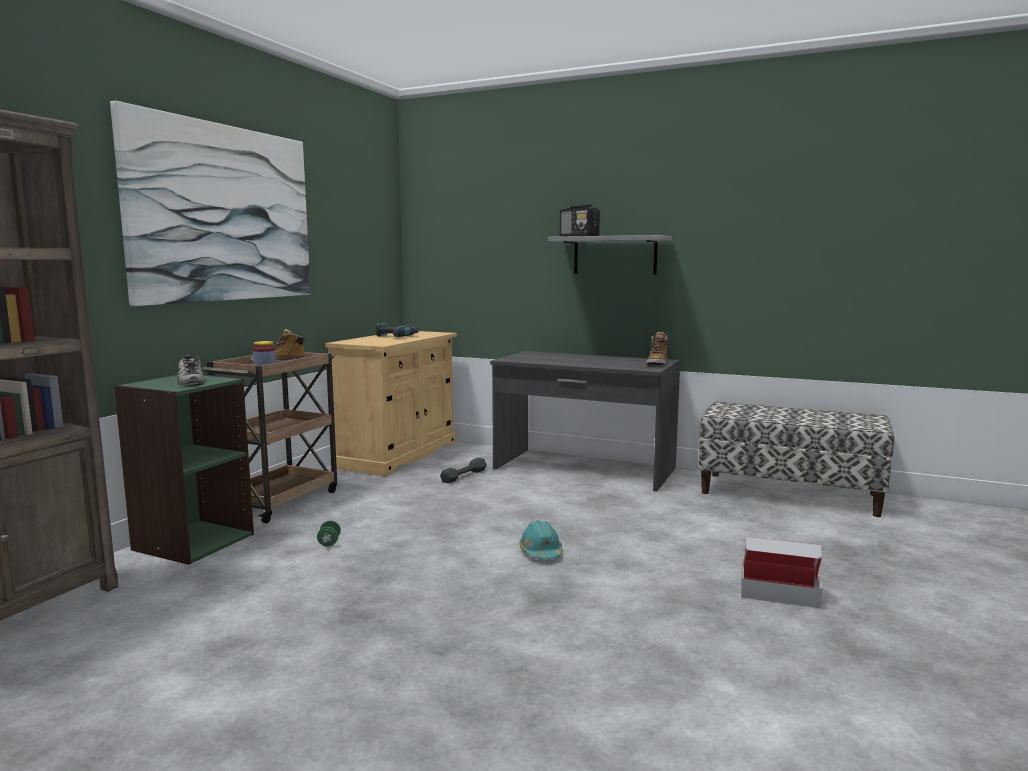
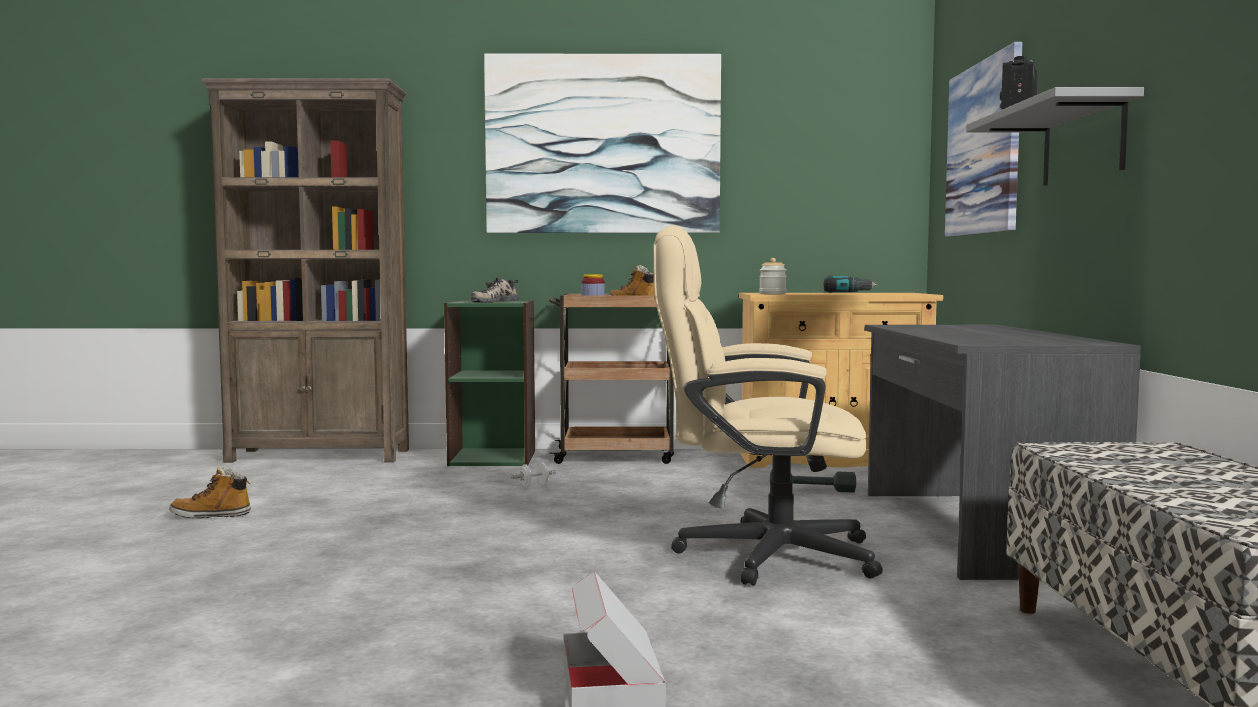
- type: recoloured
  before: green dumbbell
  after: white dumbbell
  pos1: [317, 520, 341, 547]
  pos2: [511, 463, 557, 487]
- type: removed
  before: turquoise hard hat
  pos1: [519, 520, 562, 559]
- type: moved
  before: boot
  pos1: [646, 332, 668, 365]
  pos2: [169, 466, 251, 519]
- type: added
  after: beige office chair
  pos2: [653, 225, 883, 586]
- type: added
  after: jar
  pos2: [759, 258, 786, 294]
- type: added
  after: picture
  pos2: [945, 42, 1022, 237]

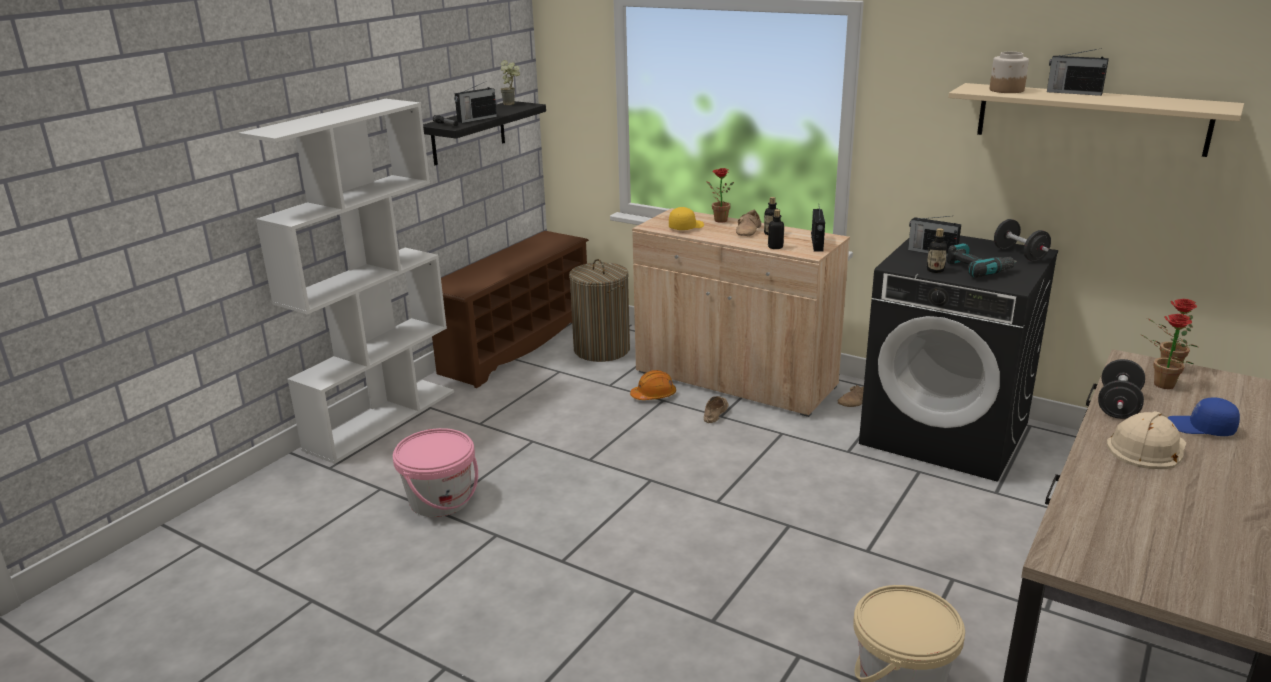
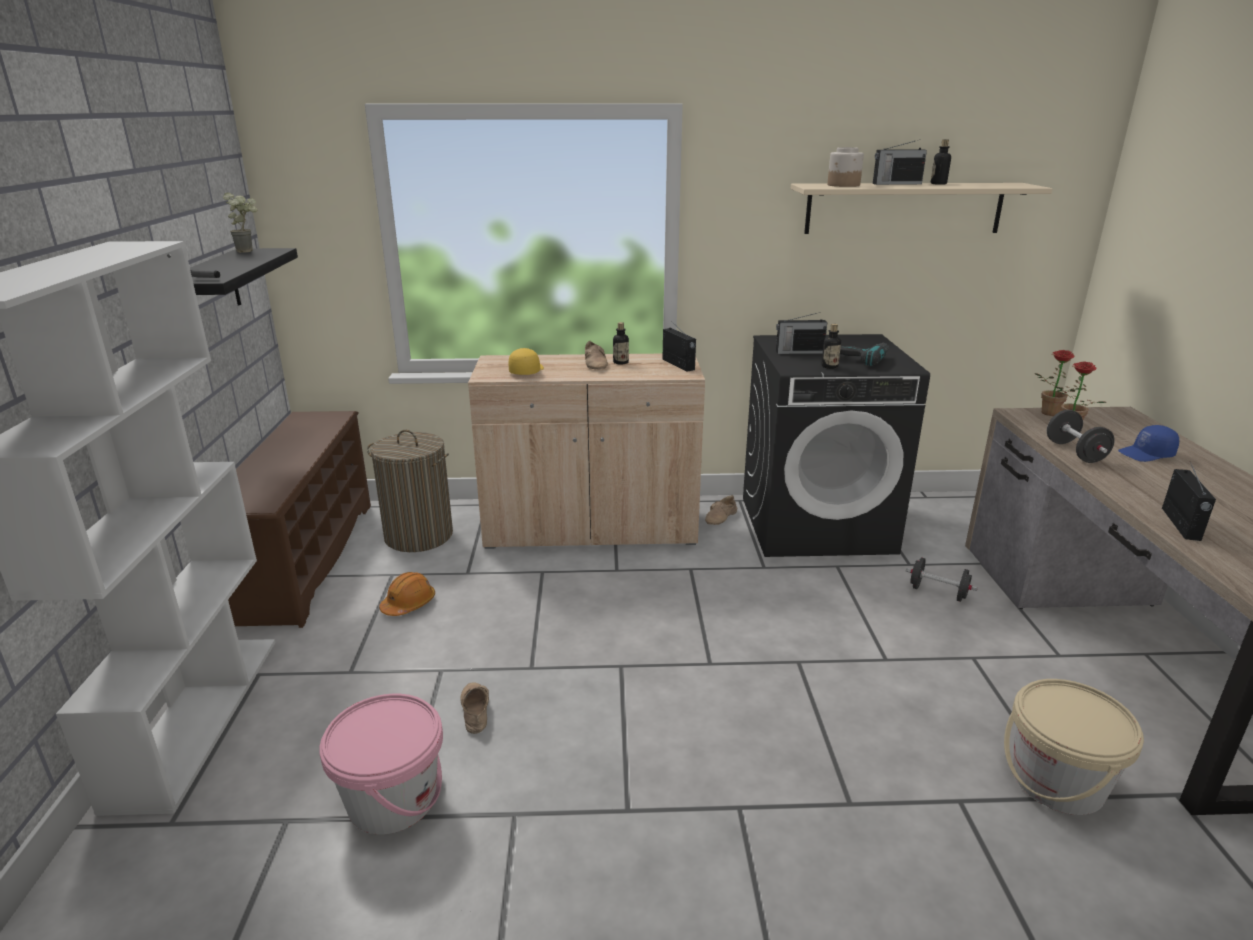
- type: moved
  before: radio
  pos1: [454, 81, 497, 123]
  pos2: [1162, 462, 1216, 541]
- type: moved
  before: orange hard hat
  pos1: [630, 370, 676, 400]
  pos2: [379, 572, 435, 616]
- type: moved
  before: beige shoe
  pos1: [704, 396, 728, 423]
  pos2: [460, 682, 489, 734]
- type: removed
  before: potted plant
  pos1: [707, 168, 734, 223]
- type: moved
  before: bottle
  pos1: [768, 209, 784, 249]
  pos2: [931, 139, 951, 185]
- type: moved
  before: black dumbbell
  pos1: [994, 219, 1051, 262]
  pos2: [906, 557, 978, 602]
- type: removed
  before: beige hard hat
  pos1: [1107, 411, 1186, 469]

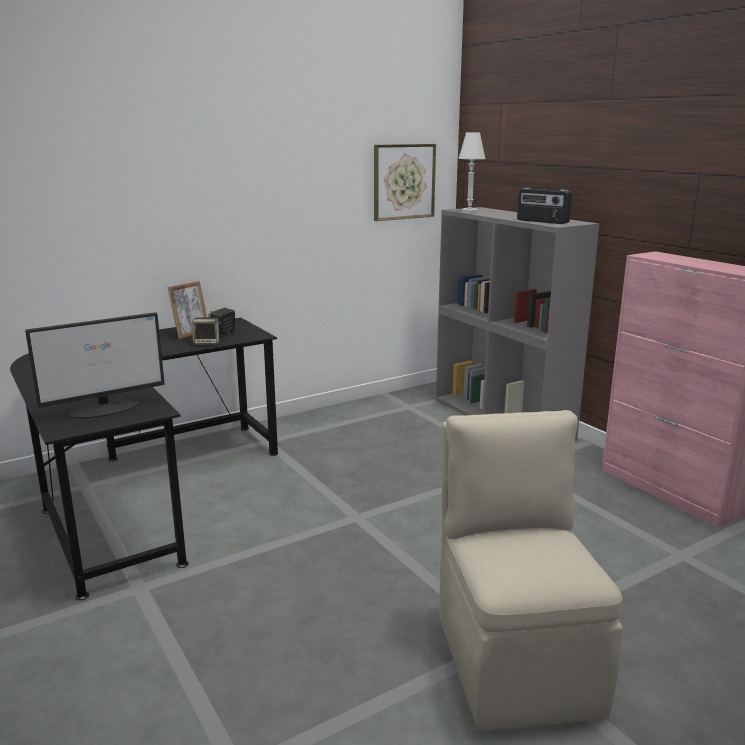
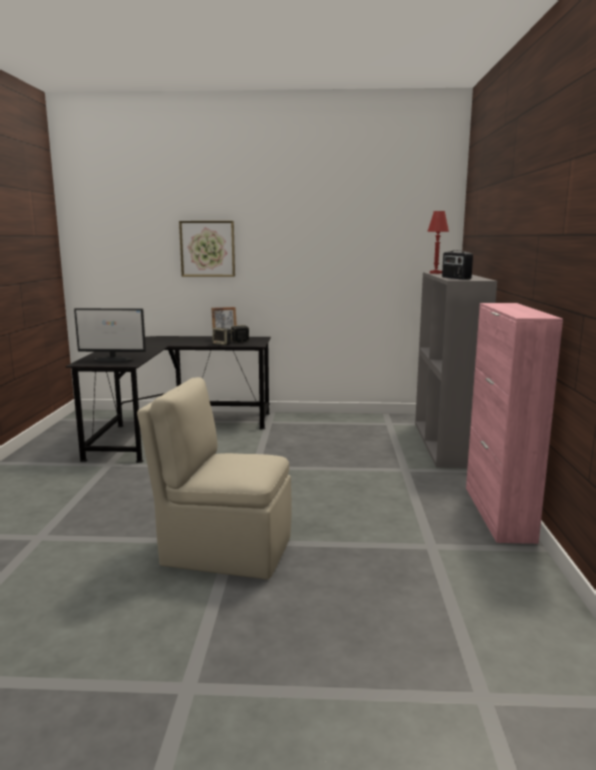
- type: moved
  before: picture
  pos1: [374, 144, 436, 221]
  pos2: [179, 221, 235, 277]
- type: turned
  before: beige chair
  pos1: [440, 410, 623, 731]
  pos2: [137, 377, 291, 580]
  turn: -105
- type: recoloured
  before: white table lamp
  after: red table lamp
  pos1: [458, 132, 485, 213]
  pos2: [427, 211, 449, 274]

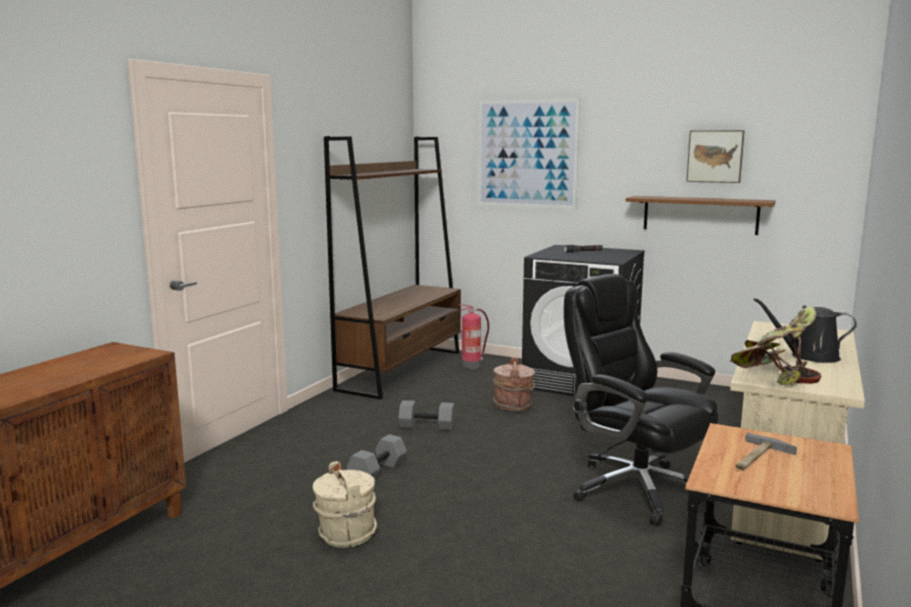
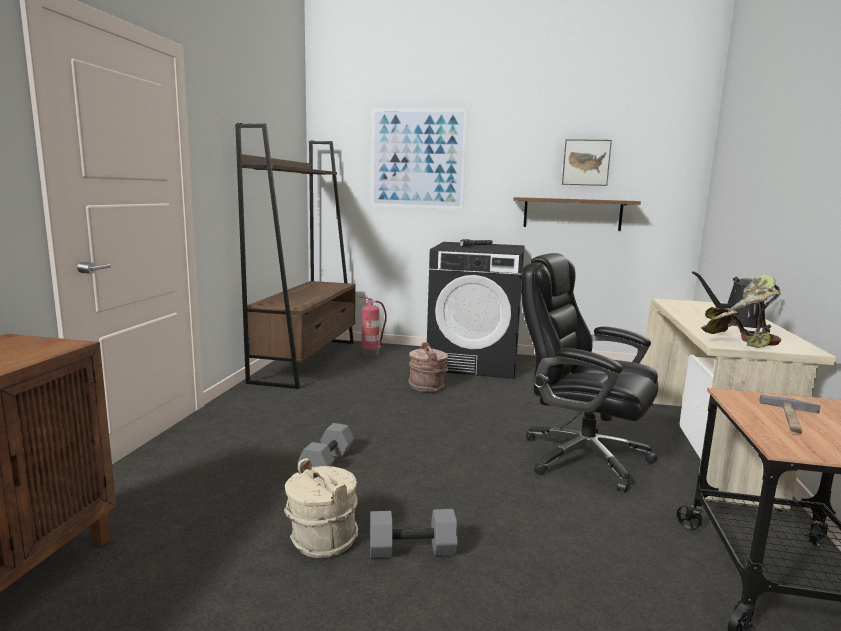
- type: moved
  before: grey dumbbell
  pos1: [399, 400, 455, 430]
  pos2: [370, 509, 458, 558]

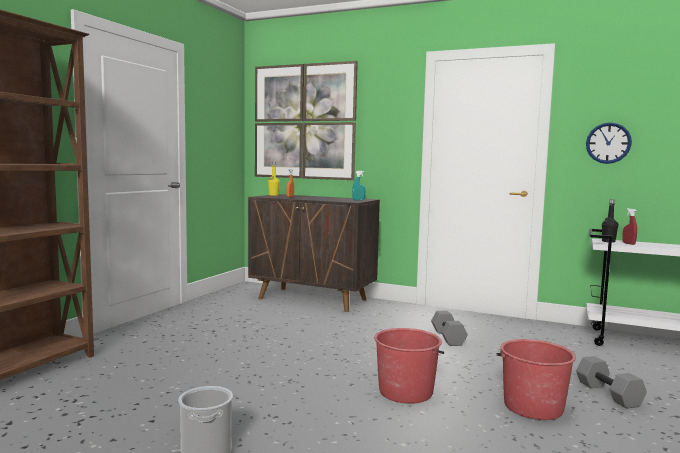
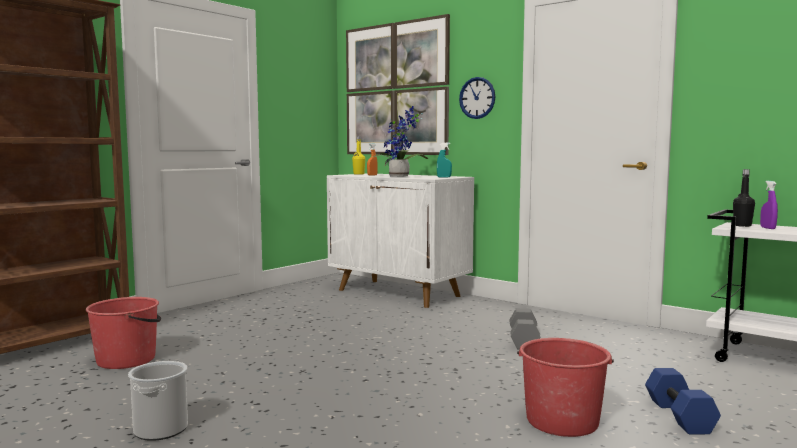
- type: recoloured
  before: brown cabinet
  after: white cabinet
  pos1: [248, 194, 380, 312]
  pos2: [327, 174, 474, 308]
- type: moved
  before: red bucket
  pos1: [374, 328, 444, 404]
  pos2: [86, 297, 161, 369]
- type: recoloured
  before: grey dumbbell
  after: blue dumbbell
  pos1: [576, 356, 647, 408]
  pos2: [645, 368, 721, 435]
- type: moved
  before: wall clock
  pos1: [586, 122, 632, 164]
  pos2: [459, 77, 495, 119]
- type: recoloured
  before: red spray bottle
  after: purple spray bottle
  pos1: [622, 208, 637, 245]
  pos2: [760, 181, 778, 229]
- type: added
  after: potted plant
  pos2: [371, 106, 428, 177]

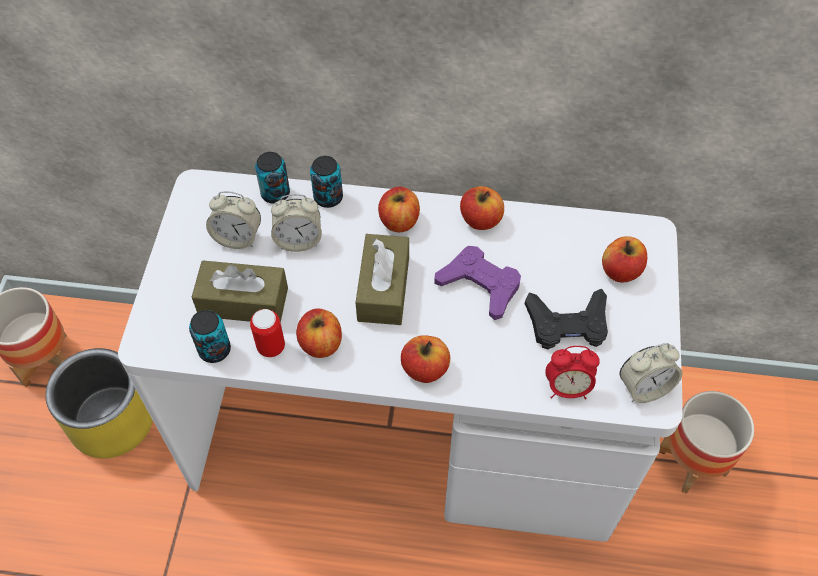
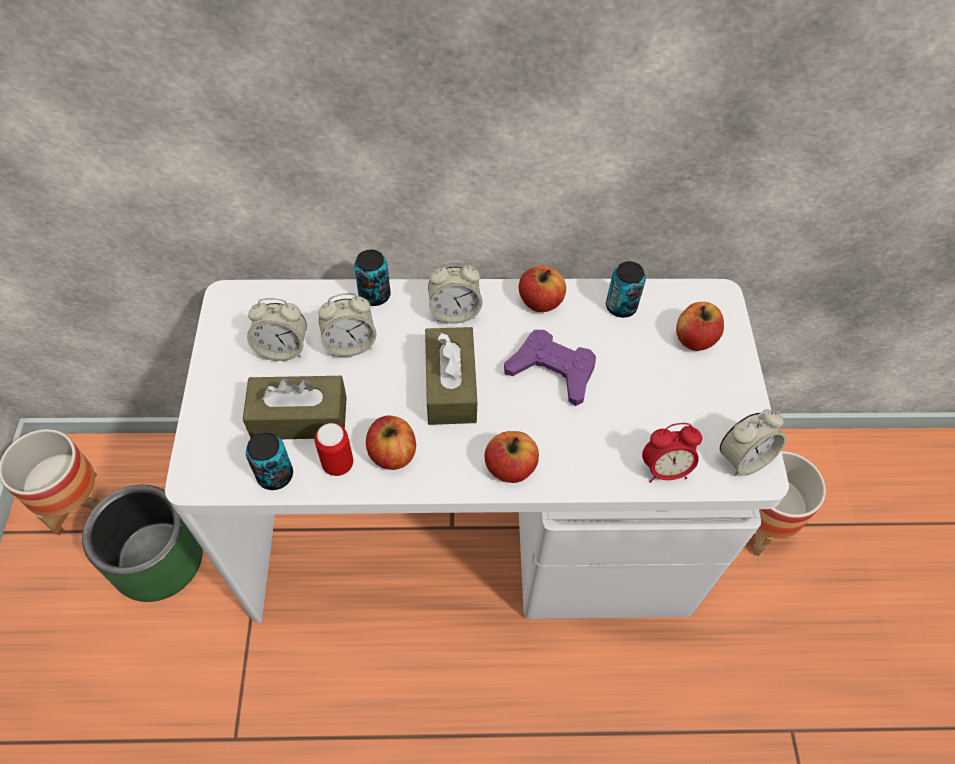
- type: recoloured
  before: yellow planter
  after: green planter
  pos1: [45, 348, 153, 458]
  pos2: [82, 485, 203, 602]
- type: moved
  before: can
  pos1: [255, 152, 290, 204]
  pos2: [606, 261, 646, 318]
- type: replaced
  before: apple
  after: alarm clock
  pos1: [378, 187, 420, 232]
  pos2: [428, 261, 483, 324]
- type: removed
  before: black game controller
  pos1: [525, 289, 608, 349]

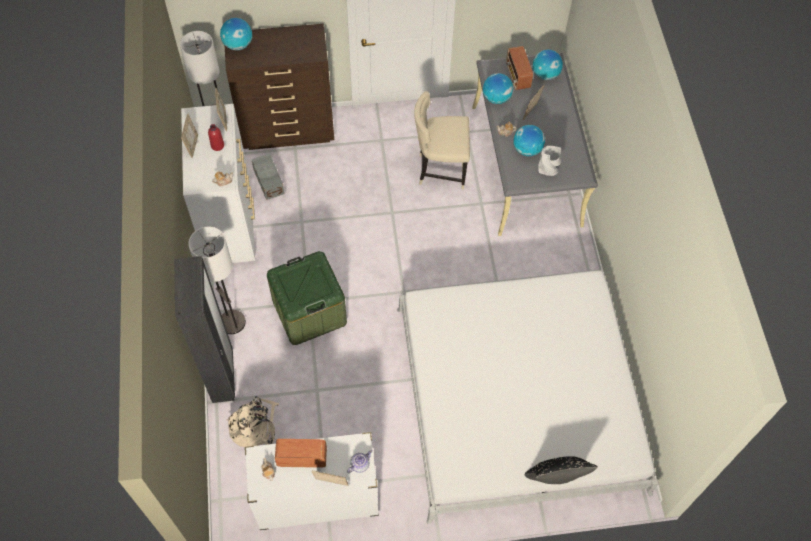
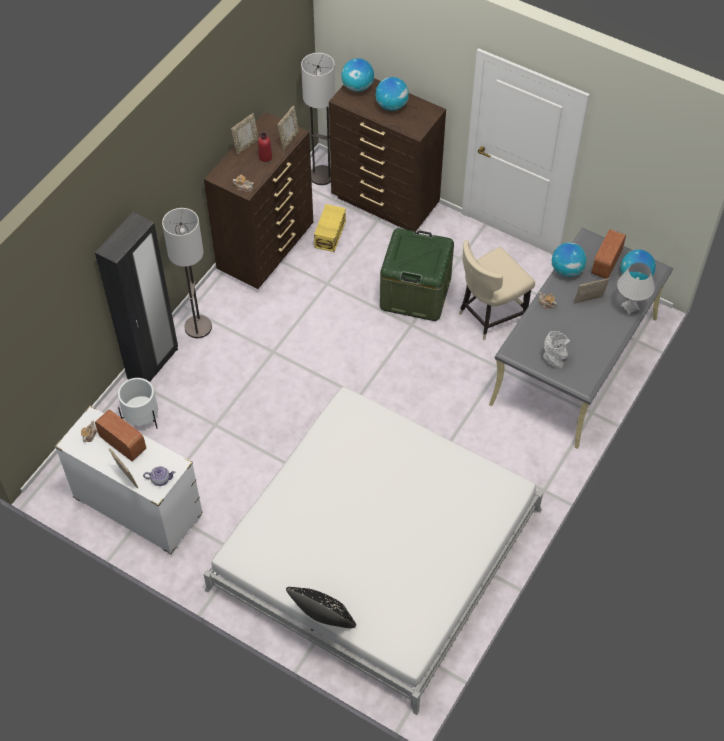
- type: recoloured
  before: white dresser
  after: brown dresser
  pos1: [181, 104, 255, 263]
  pos2: [204, 112, 313, 289]
- type: replaced
  before: beige backpack
  after: white planter
  pos1: [227, 396, 279, 447]
  pos2: [118, 378, 158, 429]
- type: recoloured
  before: grey storage box
  after: yellow storage box
  pos1: [251, 153, 285, 200]
  pos2: [314, 204, 346, 252]
- type: moved
  before: green storage box
  pos1: [267, 251, 347, 345]
  pos2: [380, 228, 454, 321]
- type: turned
  before: beige chair
  pos1: [414, 91, 470, 190]
  pos2: [459, 240, 535, 341]
  turn: -75
- type: moved
  before: globe
  pos1: [513, 125, 545, 156]
  pos2: [376, 77, 409, 111]
- type: added
  after: white table lamp
  pos2: [617, 263, 655, 315]

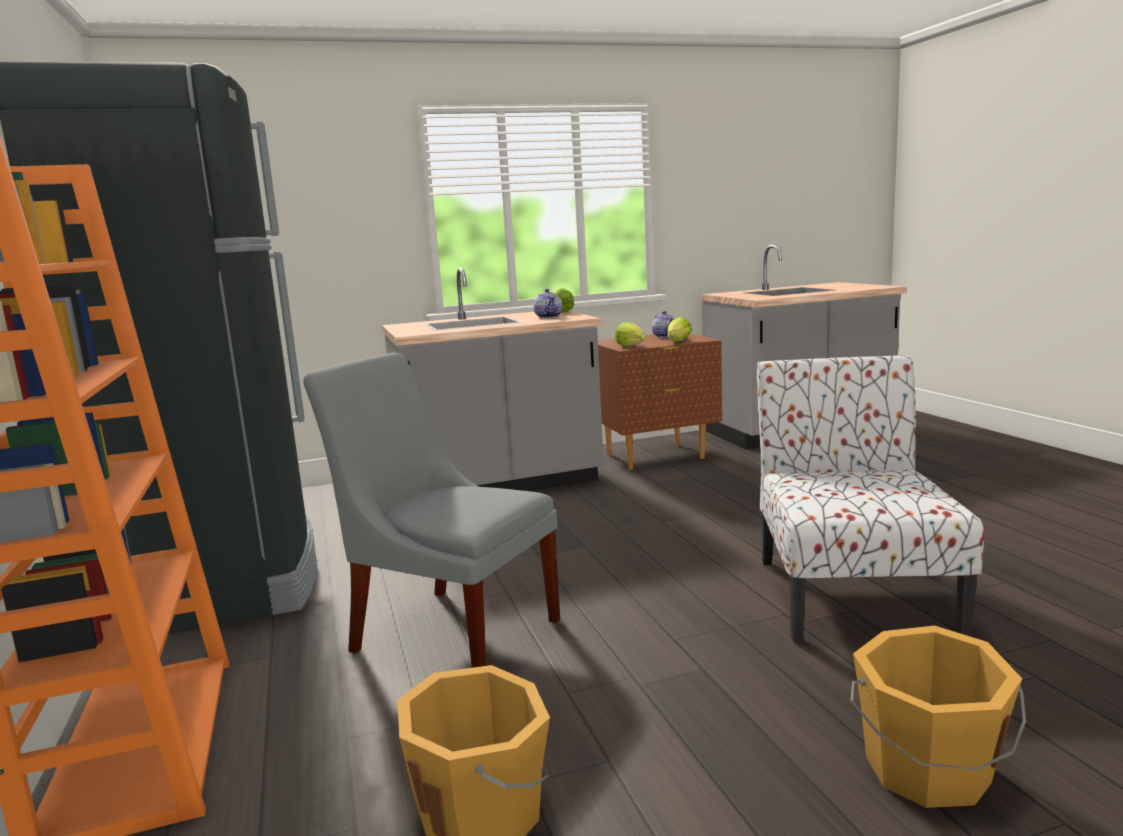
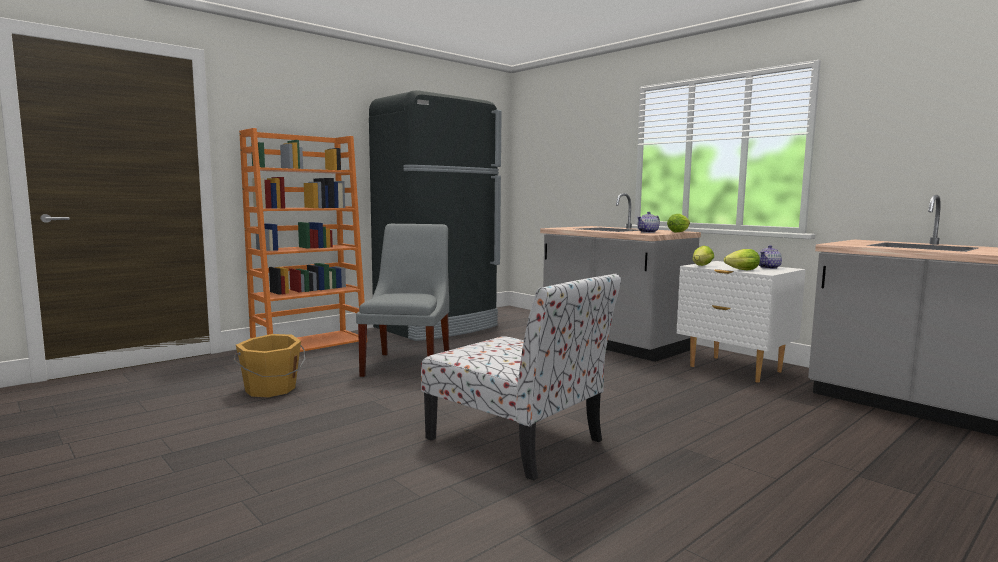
- type: recoloured
  before: brown nightstand
  after: white nightstand
  pos1: [598, 334, 722, 470]
  pos2: [677, 261, 806, 383]
- type: turned
  before: chair
  pos1: [757, 355, 984, 643]
  pos2: [421, 274, 621, 481]
  turn: 60
- type: removed
  before: orange bucket
  pos1: [850, 626, 1026, 808]

